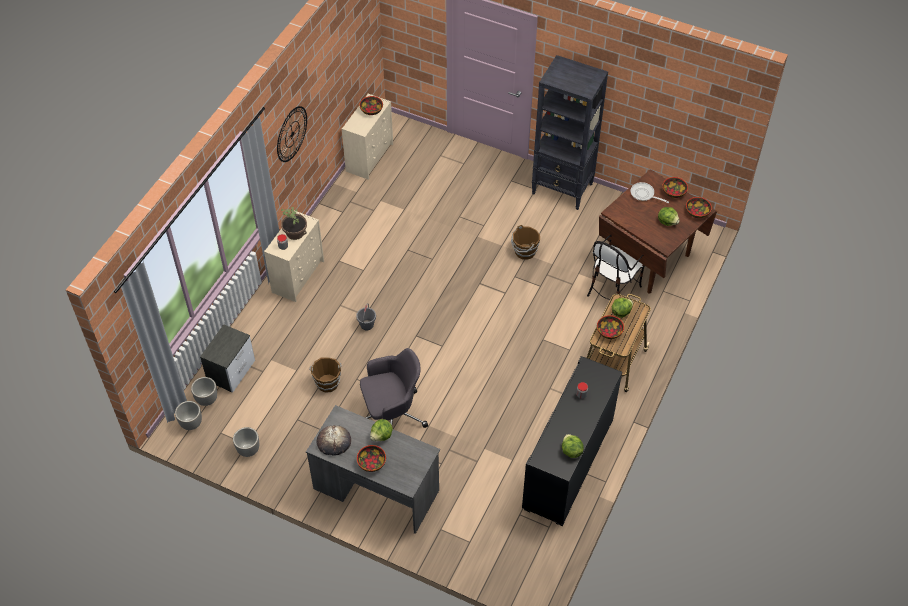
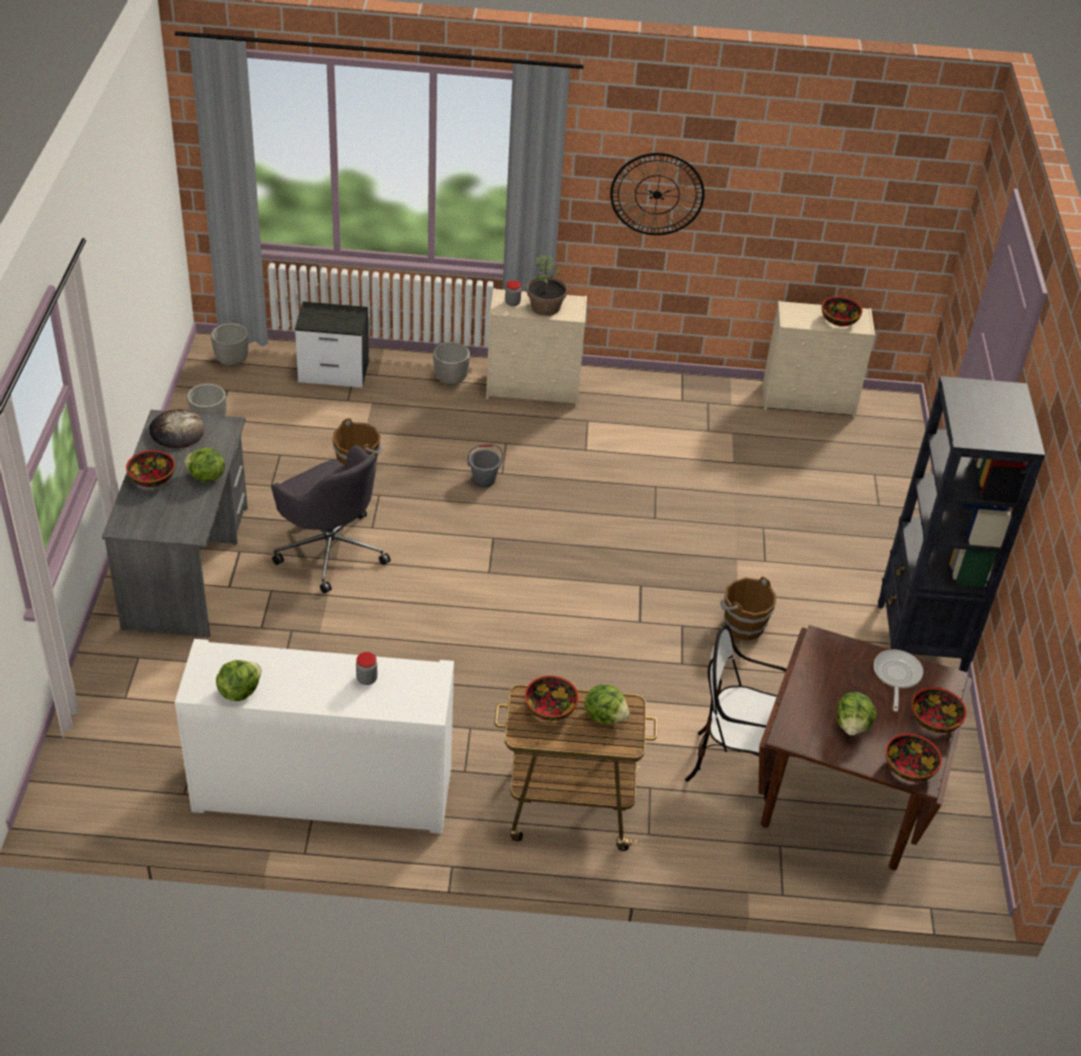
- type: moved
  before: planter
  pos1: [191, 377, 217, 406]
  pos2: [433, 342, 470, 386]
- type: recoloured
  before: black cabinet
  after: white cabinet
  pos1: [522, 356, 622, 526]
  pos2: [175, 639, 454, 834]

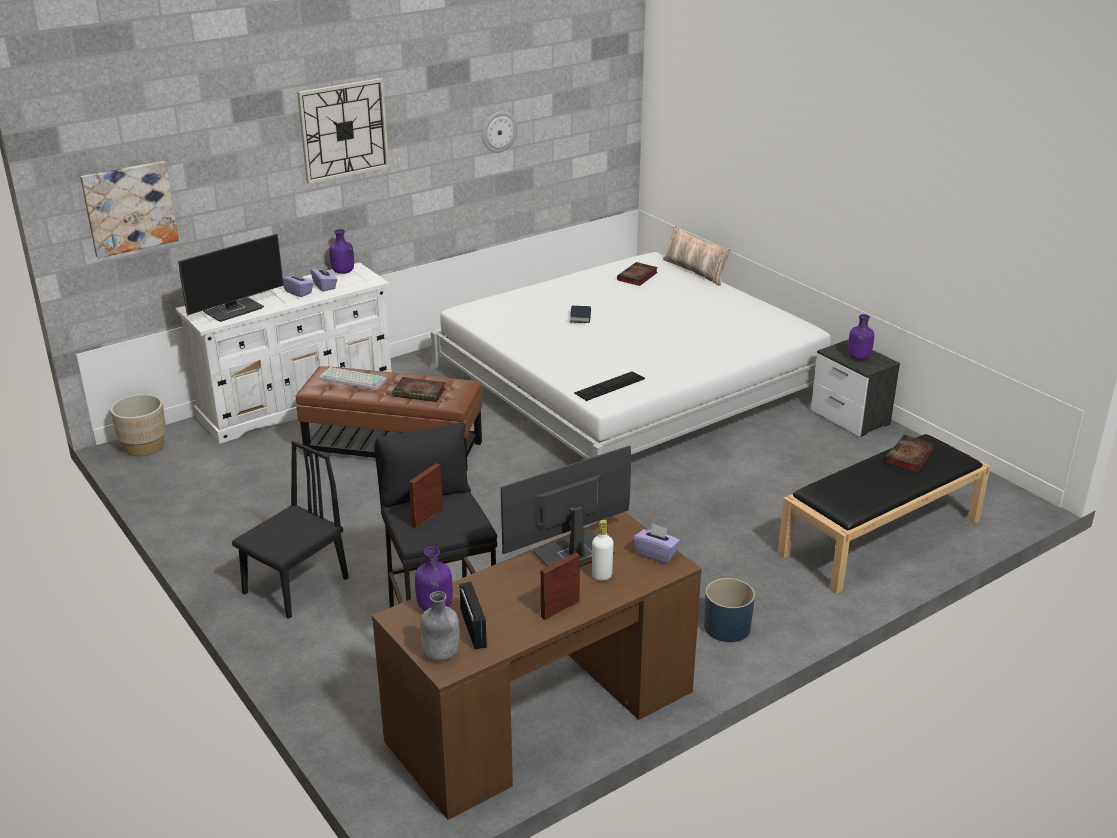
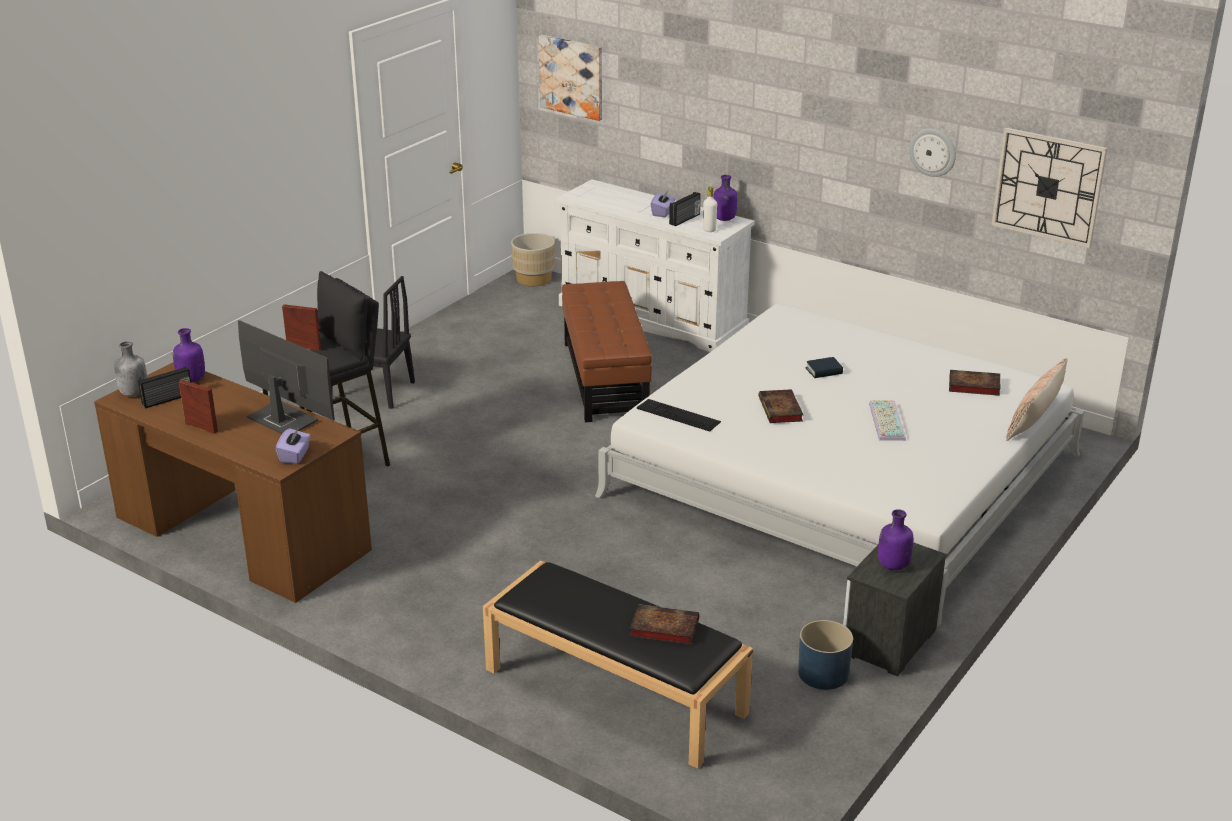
- type: removed
  before: monitor
  pos1: [178, 234, 284, 322]
- type: moved
  before: wall clock
  pos1: [297, 78, 389, 184]
  pos2: [991, 128, 1107, 248]
- type: replaced
  before: purple tissue box
  after: radio
  pos1: [311, 264, 337, 291]
  pos2: [669, 192, 701, 226]
- type: moved
  before: keyboard
  pos1: [319, 367, 387, 390]
  pos2: [869, 400, 906, 441]
- type: moved
  before: book
  pos1: [392, 377, 446, 402]
  pos2: [758, 389, 803, 423]
- type: moved
  before: white bottle
  pos1: [592, 520, 614, 581]
  pos2: [703, 186, 717, 232]
- type: moved
  before: blue planter
  pos1: [704, 578, 755, 642]
  pos2: [798, 620, 853, 690]

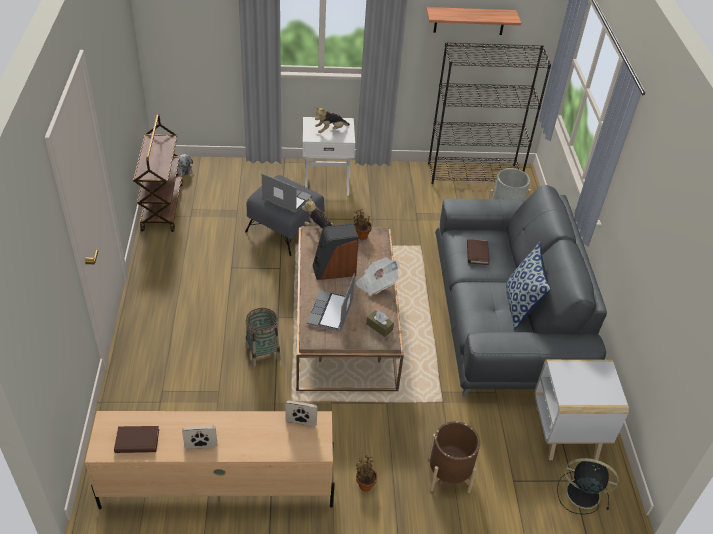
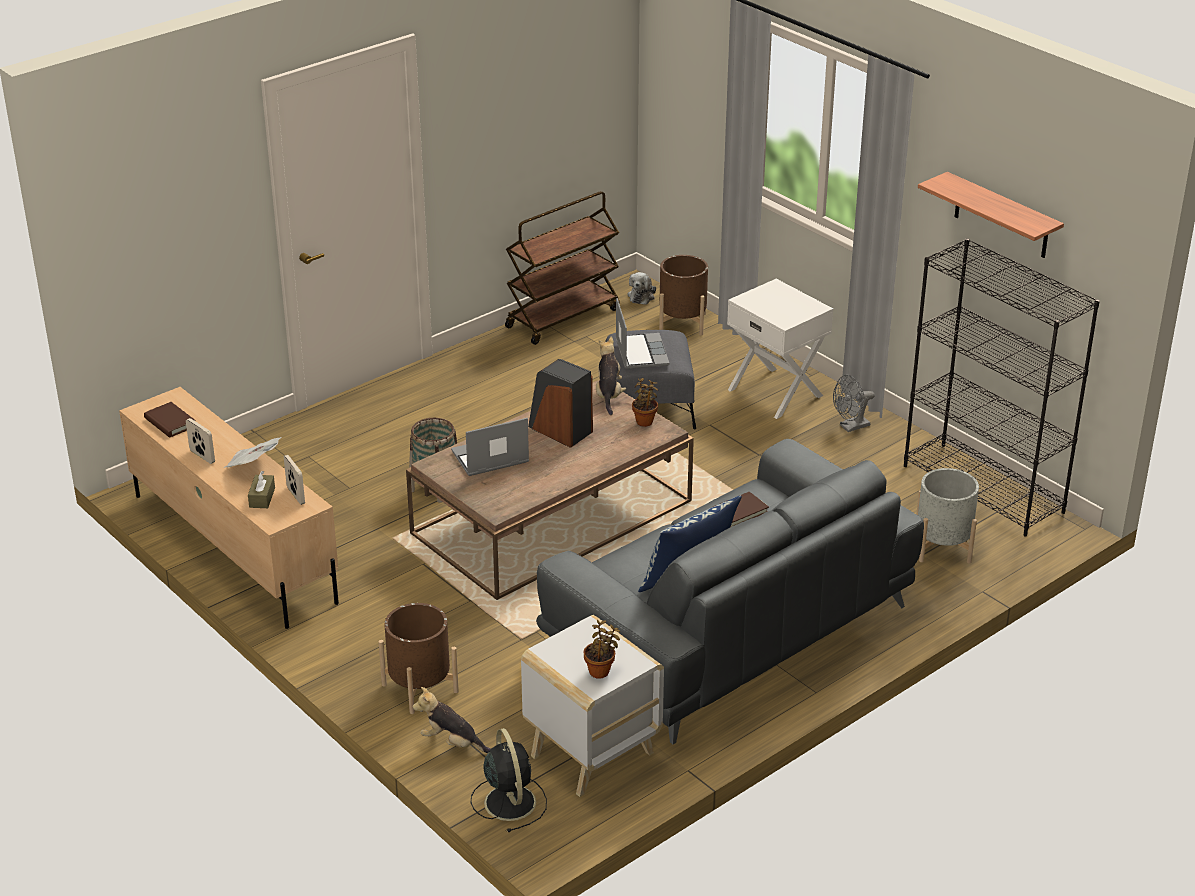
- type: moved
  before: plush toy
  pos1: [315, 107, 350, 133]
  pos2: [413, 687, 491, 753]
- type: moved
  before: newspaper
  pos1: [356, 257, 399, 296]
  pos2: [224, 437, 282, 468]
- type: moved
  before: potted plant
  pos1: [356, 456, 377, 491]
  pos2: [584, 620, 620, 679]
- type: moved
  before: brown tissue box
  pos1: [366, 310, 394, 337]
  pos2: [248, 471, 275, 508]
- type: added
  after: brown planter
  pos2: [659, 255, 708, 335]
- type: added
  after: grey fan
  pos2: [833, 375, 875, 432]

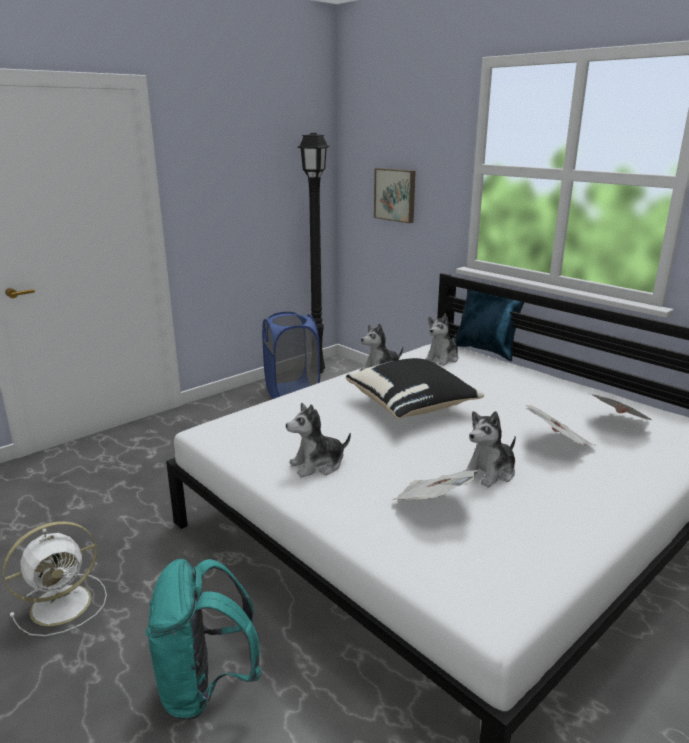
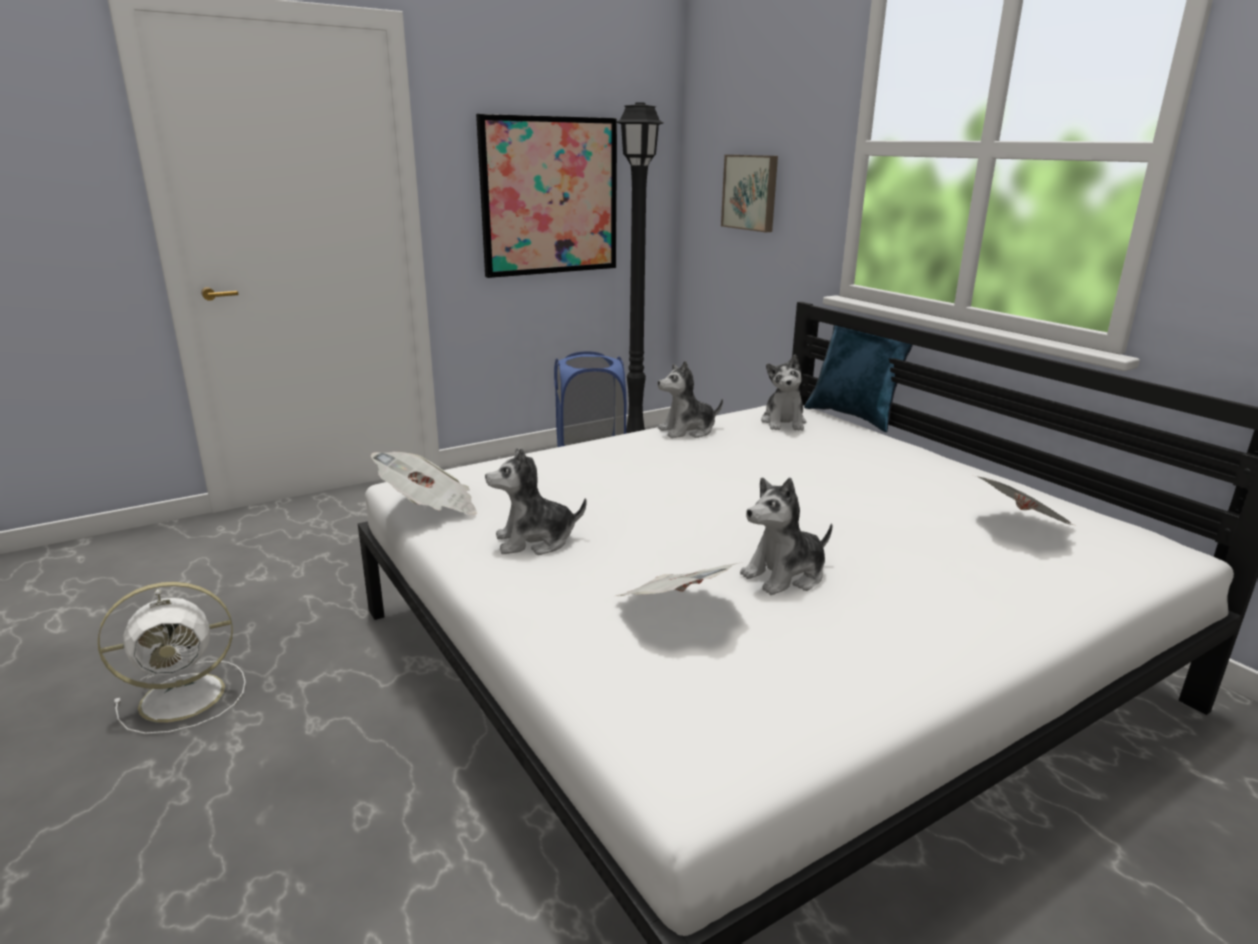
- type: removed
  before: turquoise backpack
  pos1: [145, 559, 261, 720]
- type: removed
  before: black pillow
  pos1: [346, 358, 484, 419]
- type: turned
  before: plush toy
  pos1: [425, 314, 459, 366]
  pos2: [761, 355, 806, 431]
  turn: -45
- type: moved
  before: newspaper
  pos1: [525, 405, 596, 446]
  pos2: [371, 452, 478, 514]
- type: added
  after: picture
  pos2: [476, 114, 617, 278]

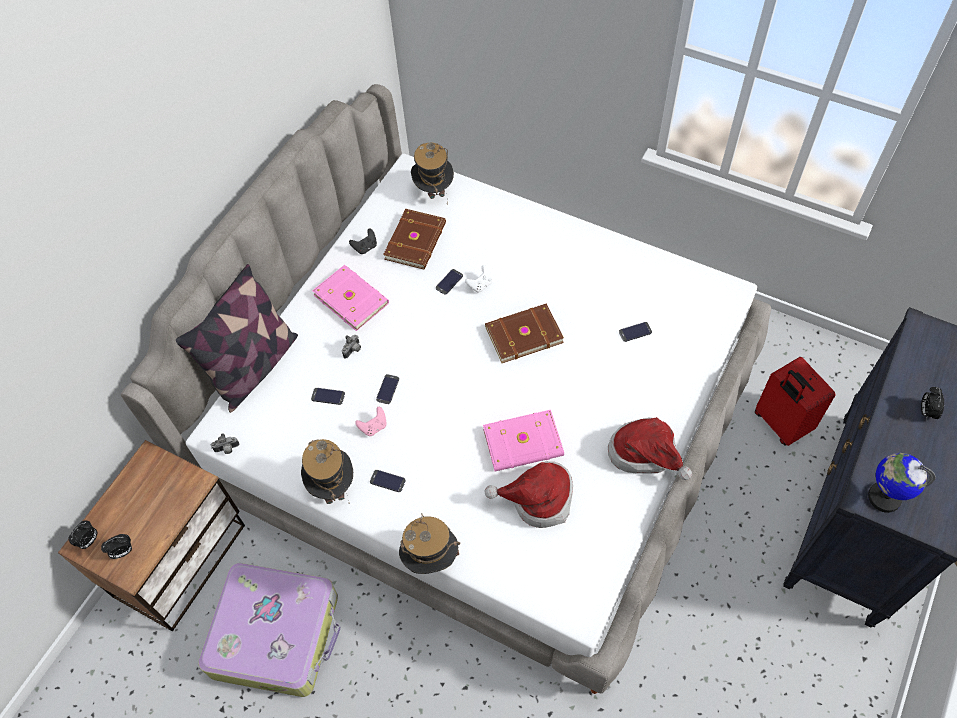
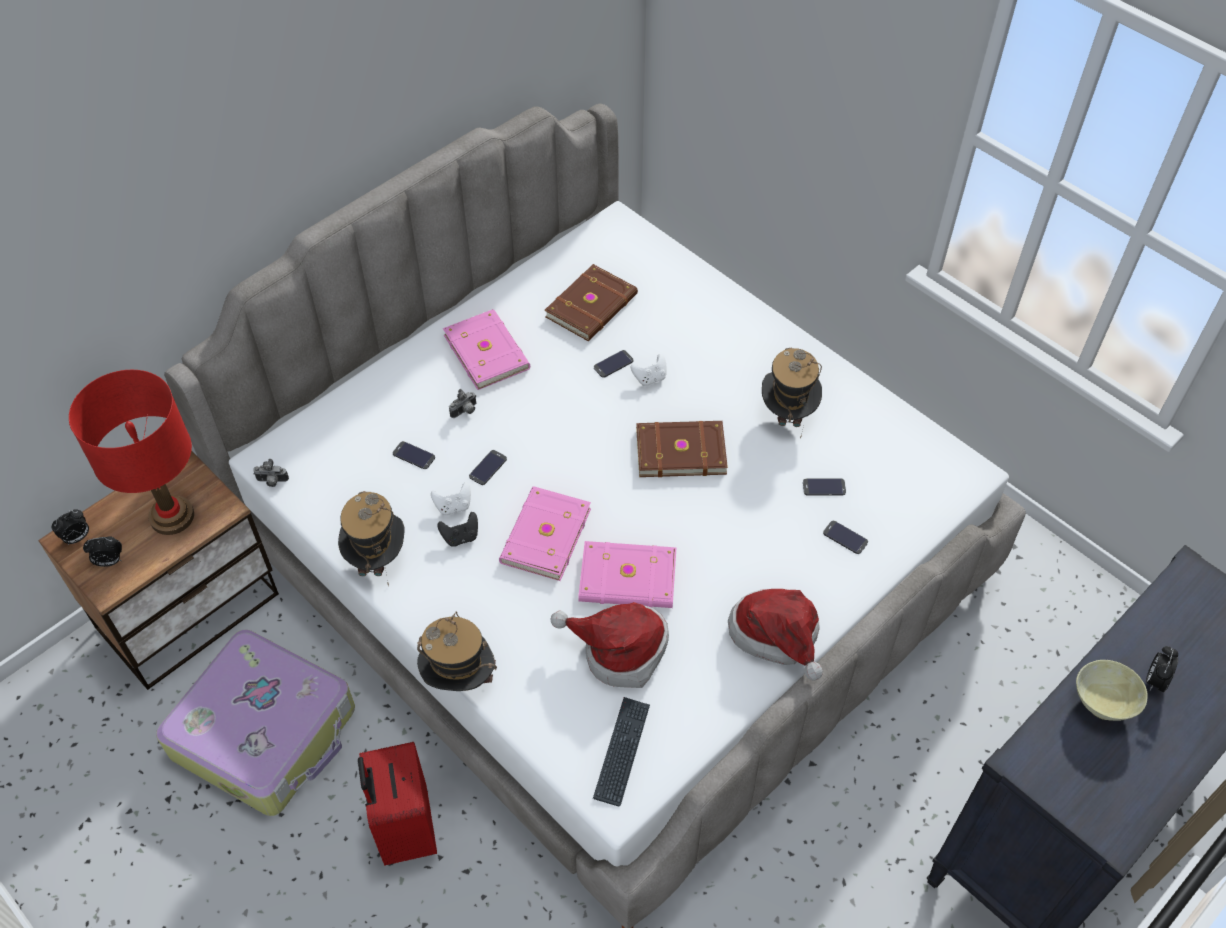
- type: removed
  before: pillow
  pos1: [176, 264, 298, 413]
- type: moved
  before: black game controller
  pos1: [349, 228, 377, 254]
  pos2: [437, 512, 478, 547]
- type: recoloured
  before: pink game controller
  after: white game controller
  pos1: [355, 407, 387, 436]
  pos2: [431, 482, 471, 515]
- type: moved
  before: phone
  pos1: [370, 470, 406, 492]
  pos2: [823, 521, 868, 554]
- type: moved
  before: hat
  pos1: [411, 143, 454, 204]
  pos2: [762, 347, 822, 439]
- type: moved
  before: red suitcase
  pos1: [755, 357, 836, 446]
  pos2: [358, 742, 437, 866]
- type: removed
  before: globe
  pos1: [868, 453, 936, 513]
- type: added
  after: red table lamp
  pos2: [69, 370, 194, 535]
- type: added
  after: pink book
  pos2: [499, 486, 591, 581]
- type: added
  after: keyboard
  pos2: [593, 697, 650, 806]
- type: added
  after: beige bowl
  pos2: [1076, 660, 1148, 721]

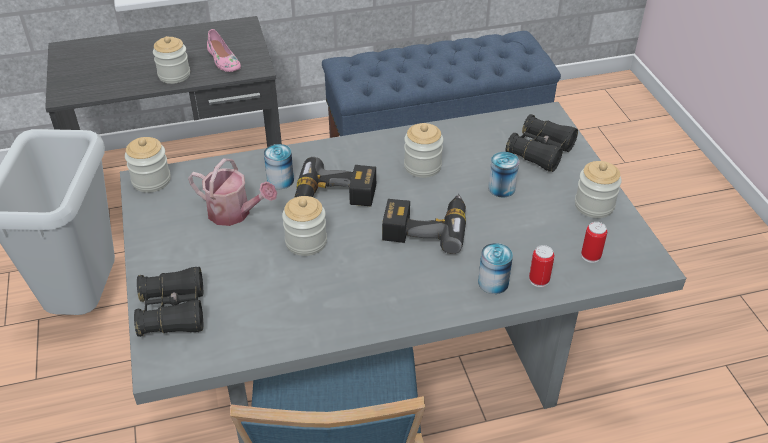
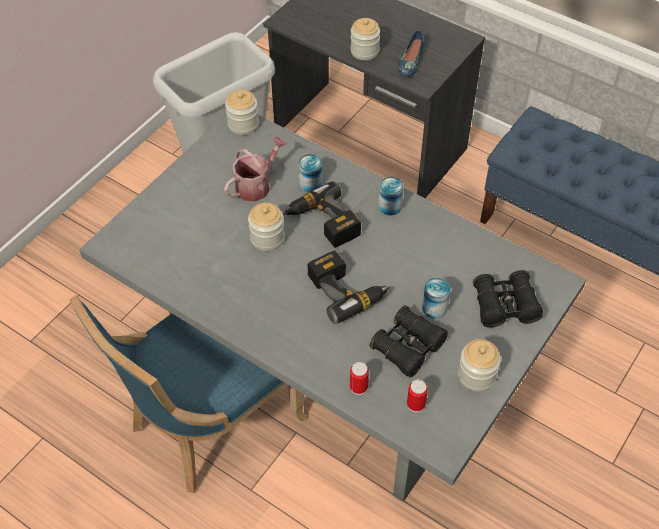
- type: moved
  before: black binoculars
  pos1: [134, 267, 203, 337]
  pos2: [370, 305, 448, 378]
- type: turned
  before: watering can
  pos1: [188, 158, 277, 226]
  pos2: [224, 137, 287, 202]
  turn: -120
- type: recoloured
  before: pink shoe
  after: blue shoe
  pos1: [207, 29, 241, 72]
  pos2: [398, 30, 424, 77]
- type: removed
  before: jar
  pos1: [404, 123, 443, 178]
- type: moved
  before: can
  pos1: [478, 243, 513, 294]
  pos2: [378, 177, 404, 215]

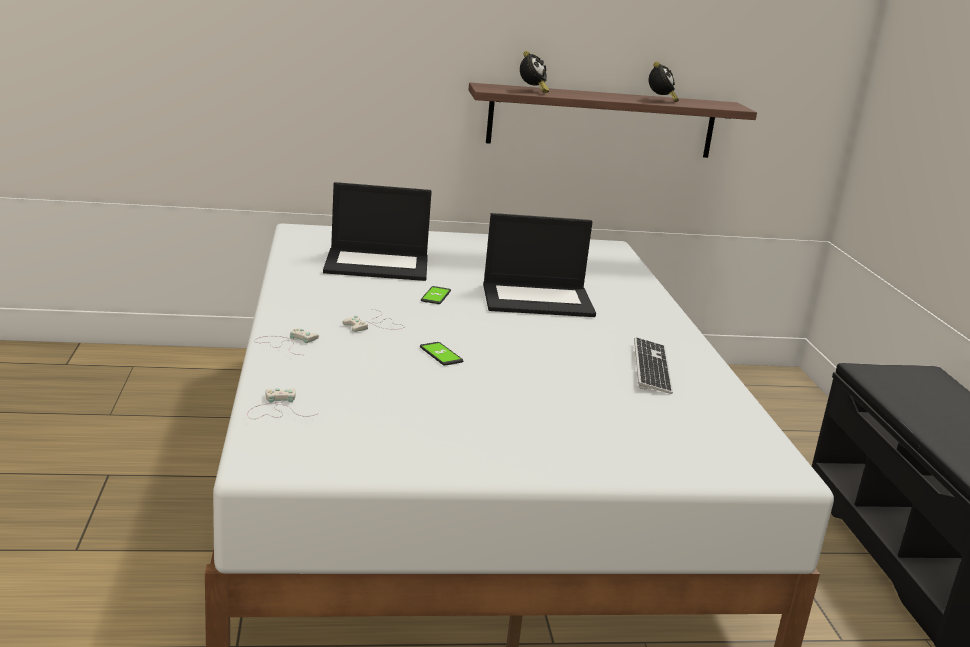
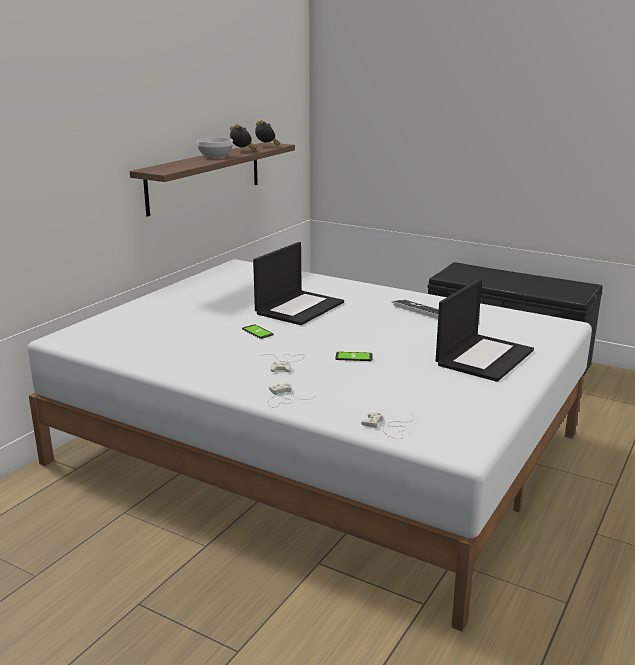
- type: moved
  before: laptop
  pos1: [323, 182, 432, 281]
  pos2: [436, 279, 534, 382]
- type: moved
  before: alarm clock
  pos1: [520, 51, 550, 93]
  pos2: [255, 120, 280, 146]
- type: added
  after: bowl
  pos2: [197, 137, 233, 158]

